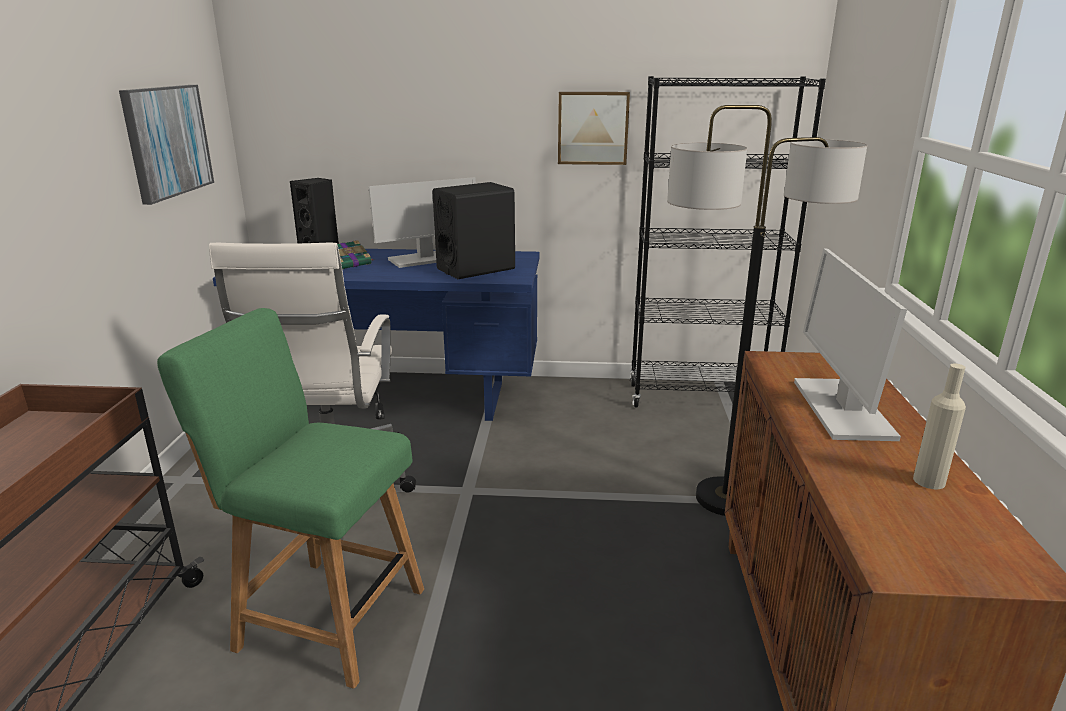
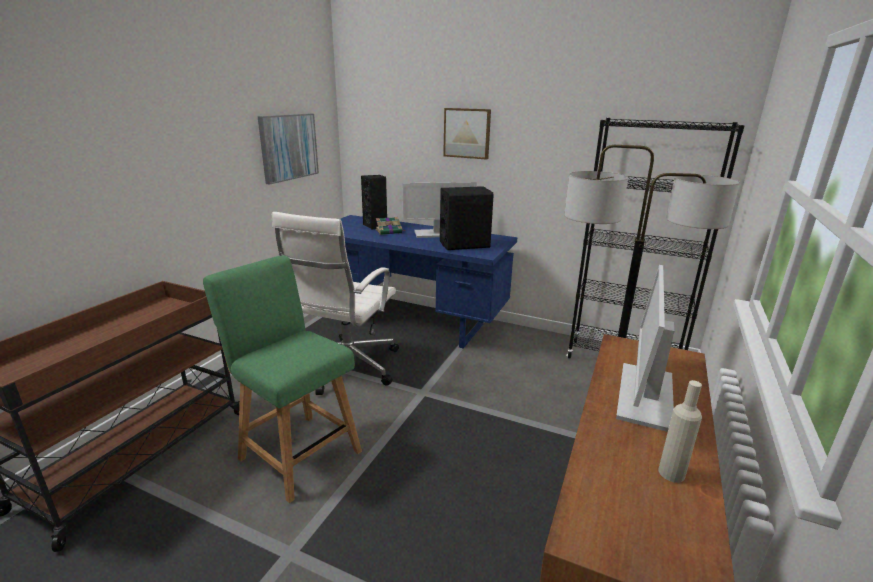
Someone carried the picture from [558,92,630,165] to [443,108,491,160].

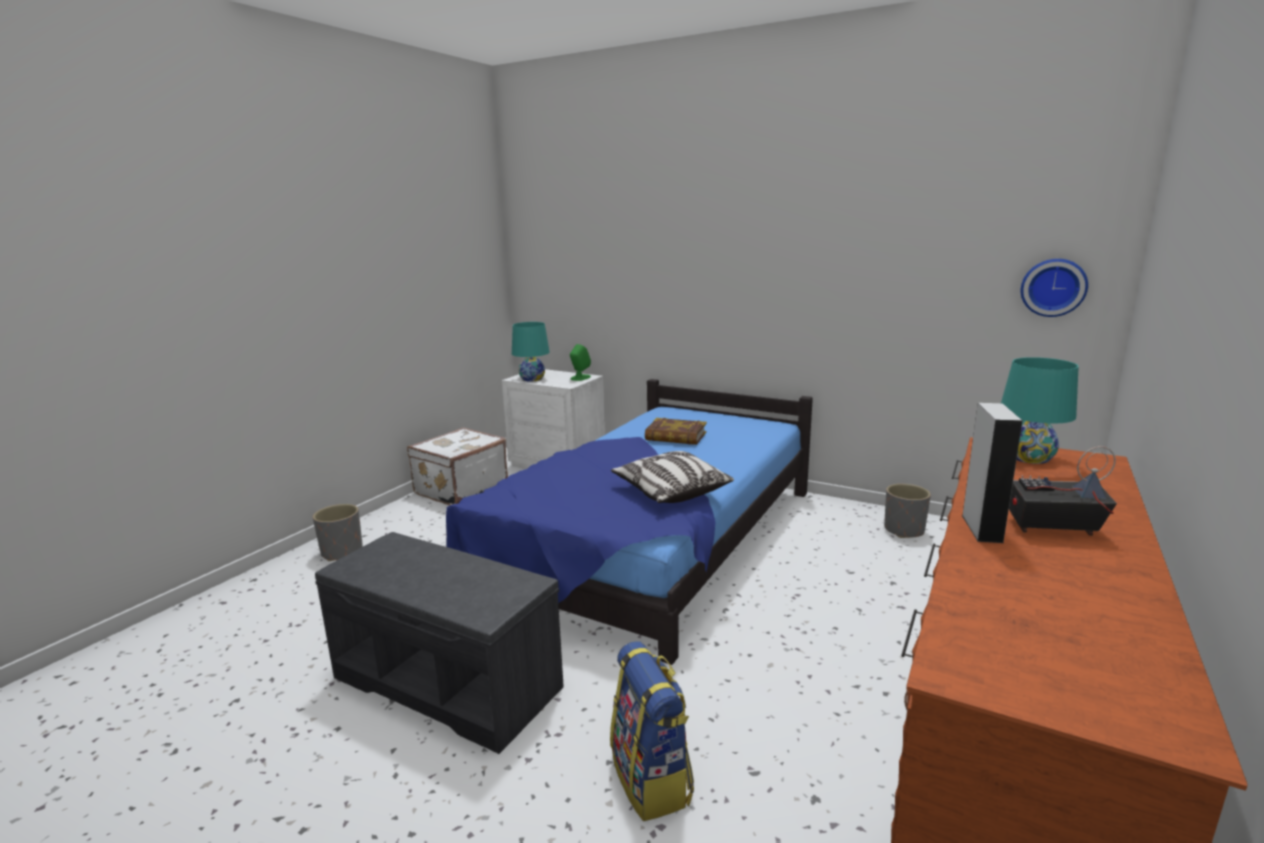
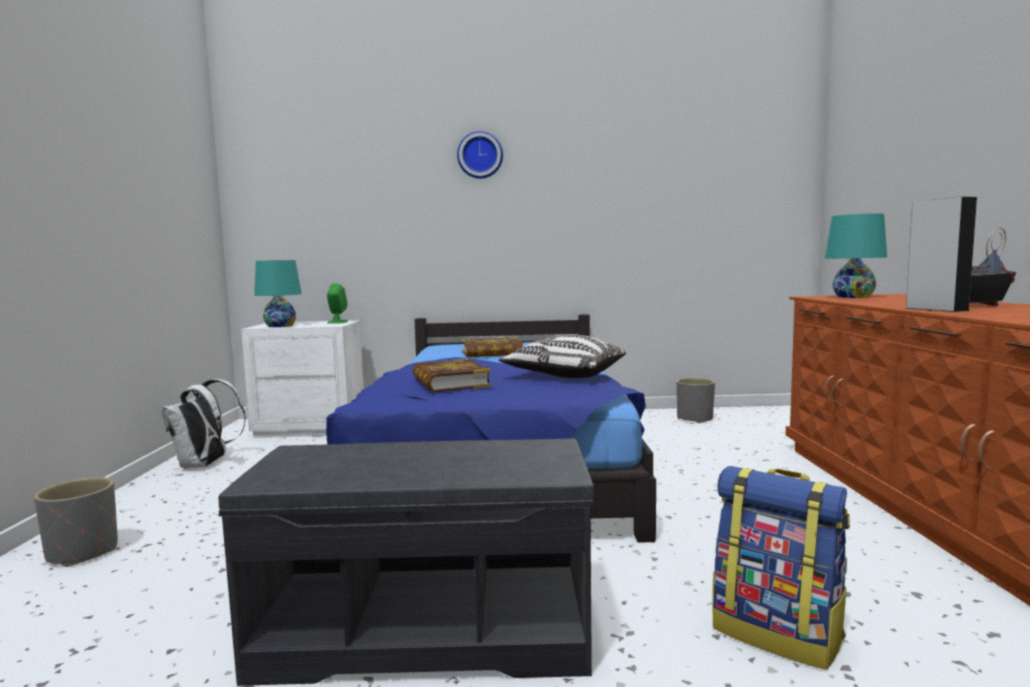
Someone carried the wall clock from [1020,259,1088,317] to [457,131,503,179]. Someone swapped the white suitcase at [407,427,508,505] for the white backpack at [161,379,246,468]. Someone put down the book at [412,359,491,392].

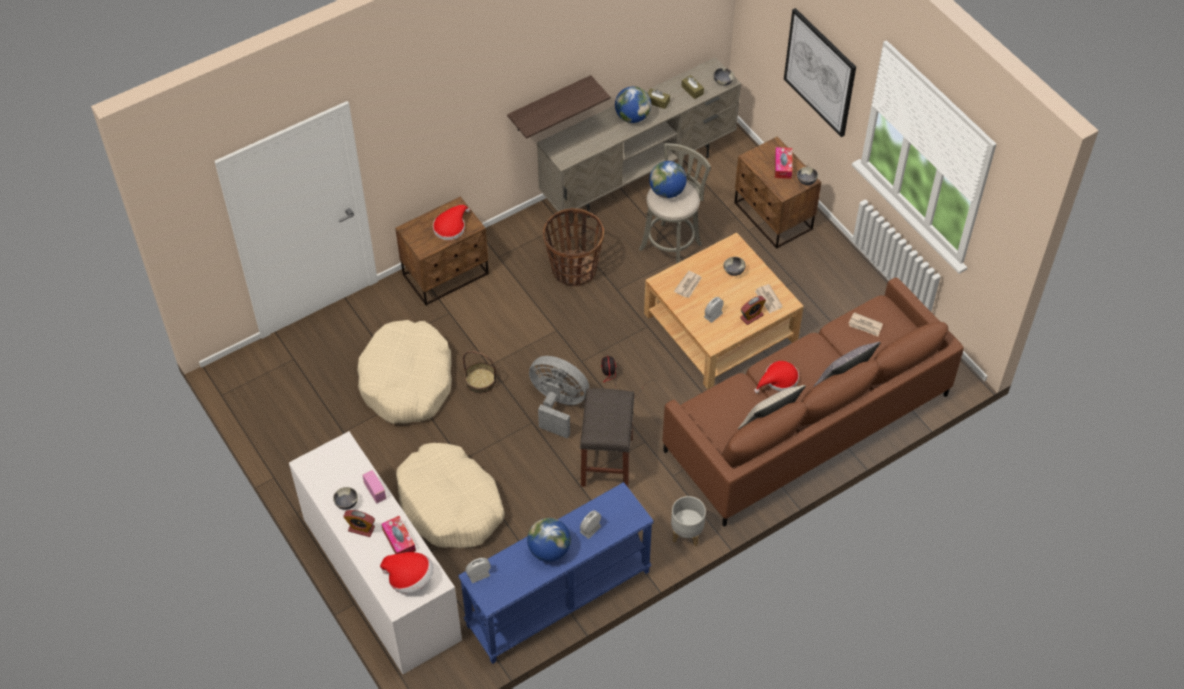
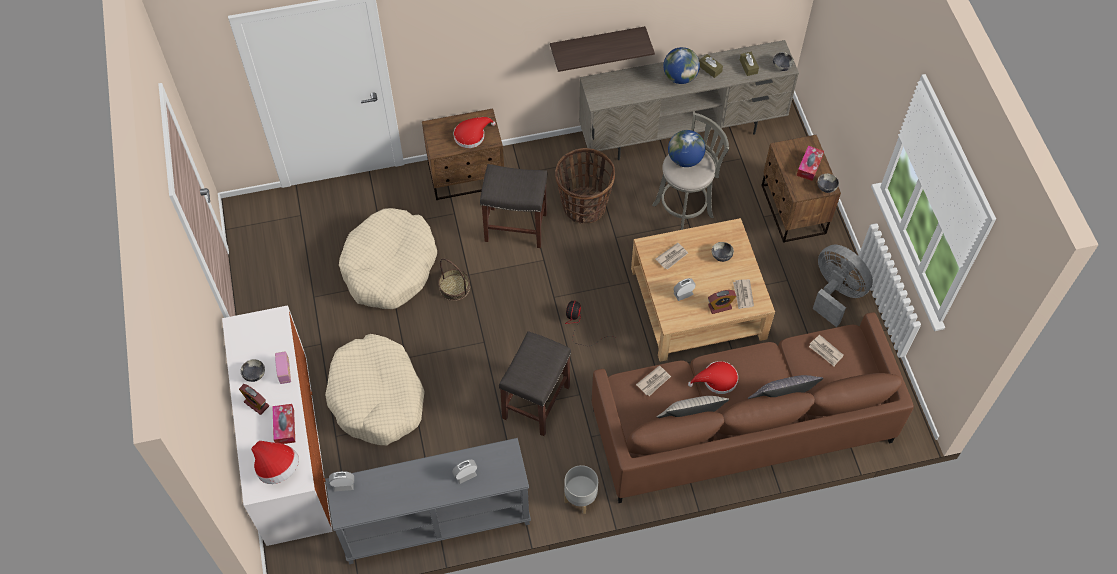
Someone took away the picture at [784,8,856,137]. Someone carried the grey fan from [529,356,589,439] to [813,245,873,327]. Someone repainted the blue console table at [458,482,654,664], which became the grey console table at [325,438,531,564]. Someone took away the globe at [527,518,571,562]. Someone put down the grey stool at [480,164,547,248]. Someone put down the newspaper at [636,365,671,396].

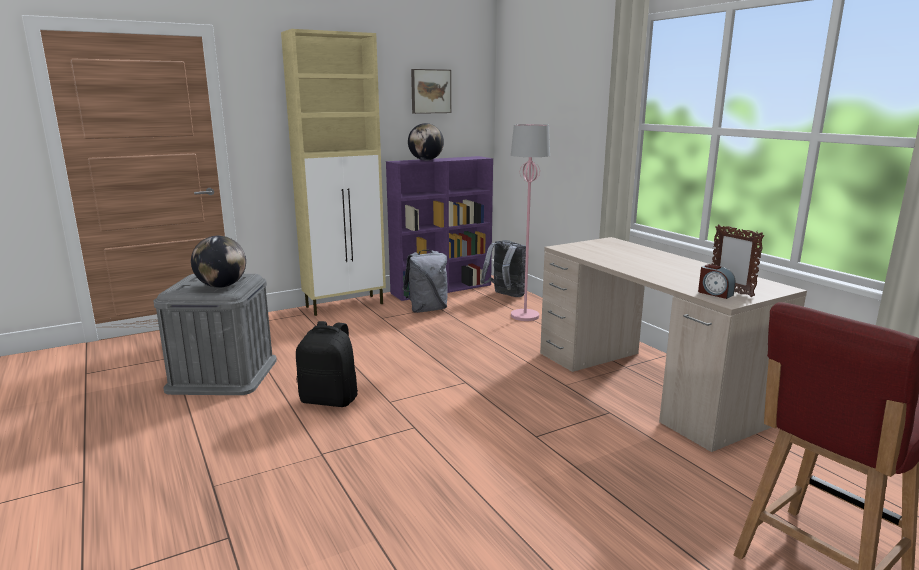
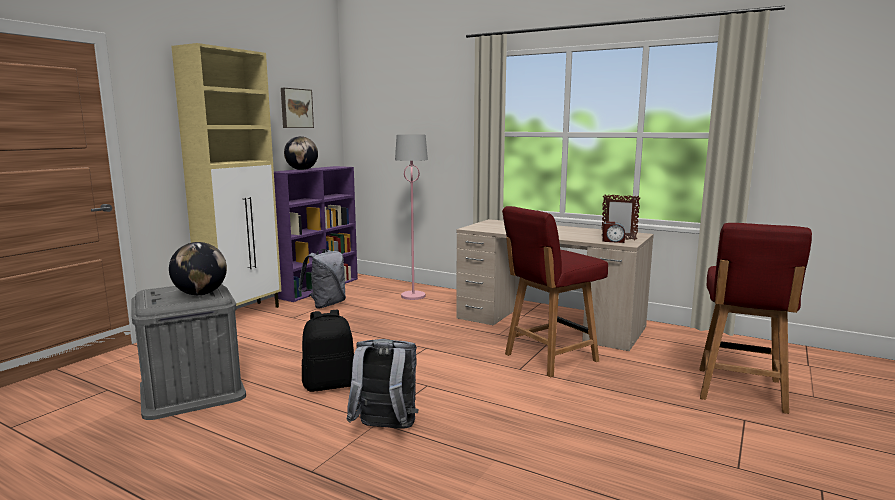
Someone carried the grey backpack from [481,240,526,297] to [346,339,418,429]. Someone put down the red chair at [502,206,608,377].

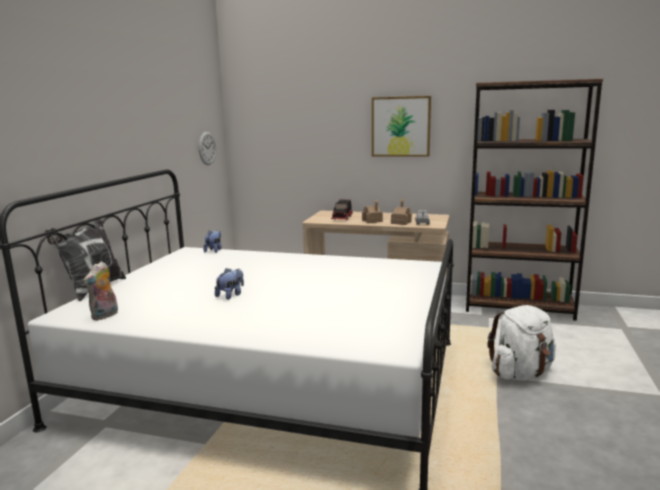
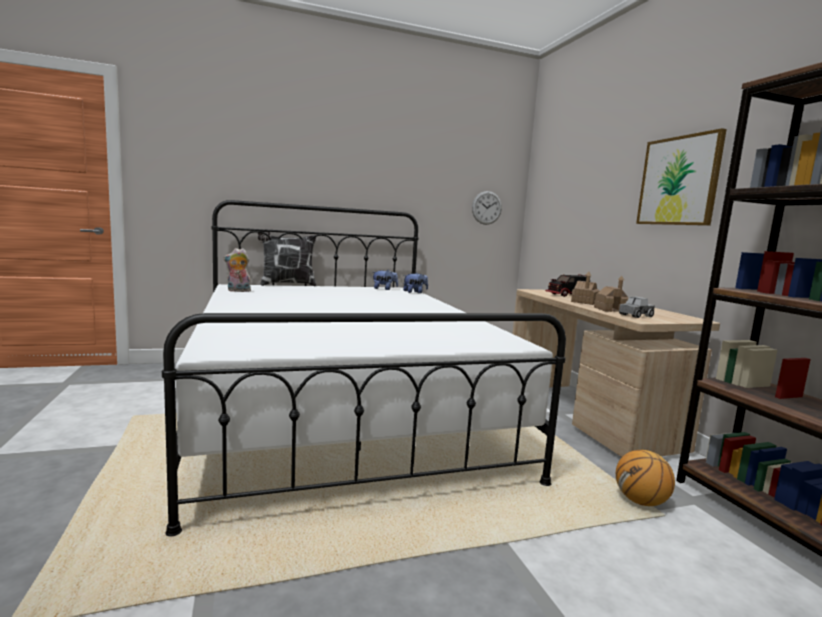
Someone carried the plush toy from [215,268,244,300] to [372,270,398,290]. Someone took away the white backpack at [487,305,556,381]. Someone put down the basketball at [616,450,675,506].

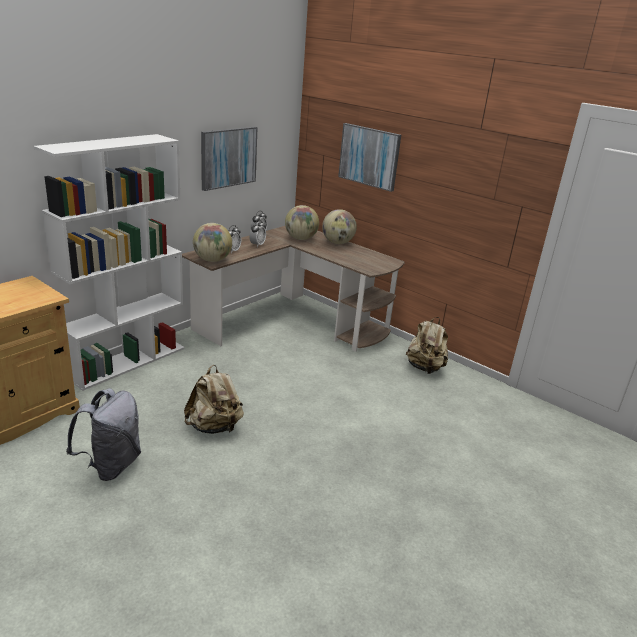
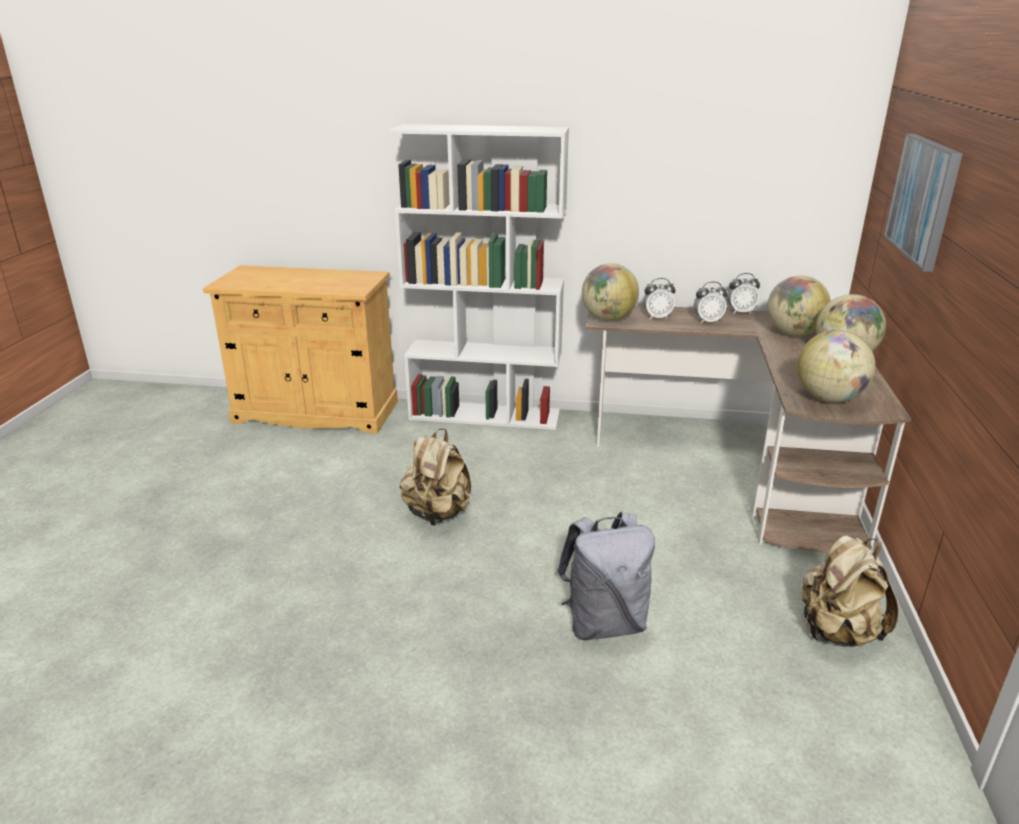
Someone took away the picture at [201,127,258,191]. Someone carried the grey backpack from [66,388,141,481] to [557,512,655,641]. Someone put down the globe at [797,330,876,402].

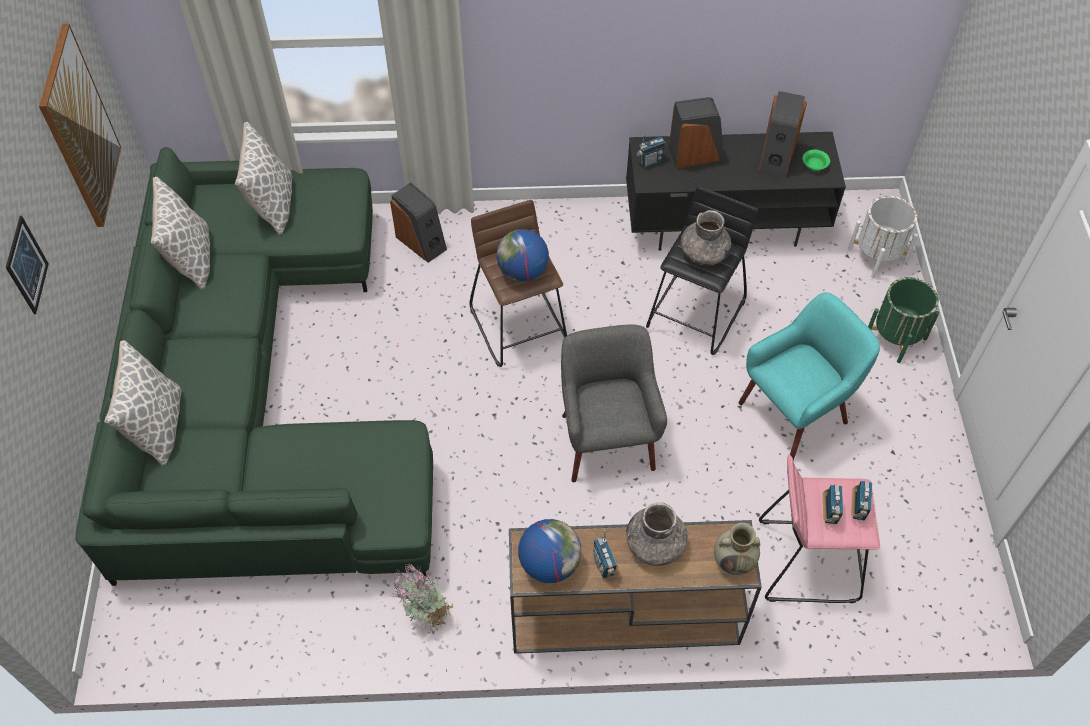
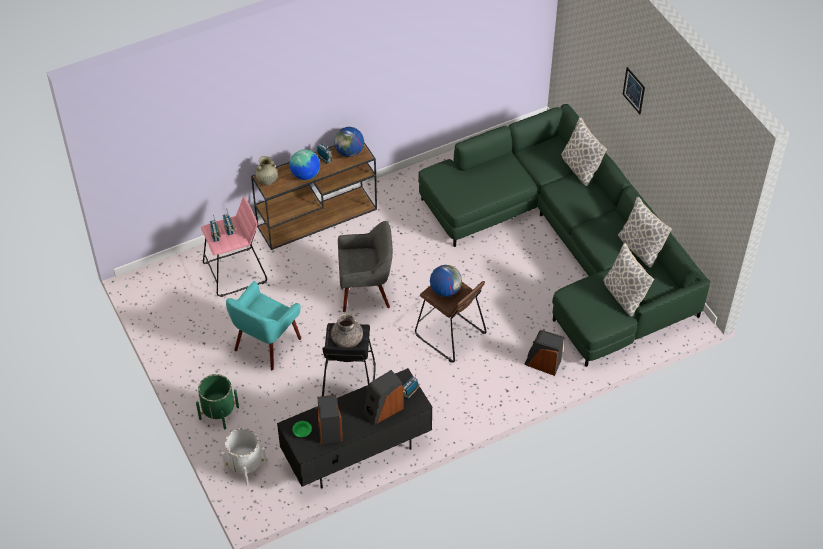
Someone took away the picture at [39,24,121,227]. Someone rotated the grey armchair at [561,325,667,482] by 60 degrees counterclockwise. Someone swapped the grey vase at [626,502,688,566] for the globe at [290,149,320,180]. Someone took away the potted plant at [391,564,453,633].

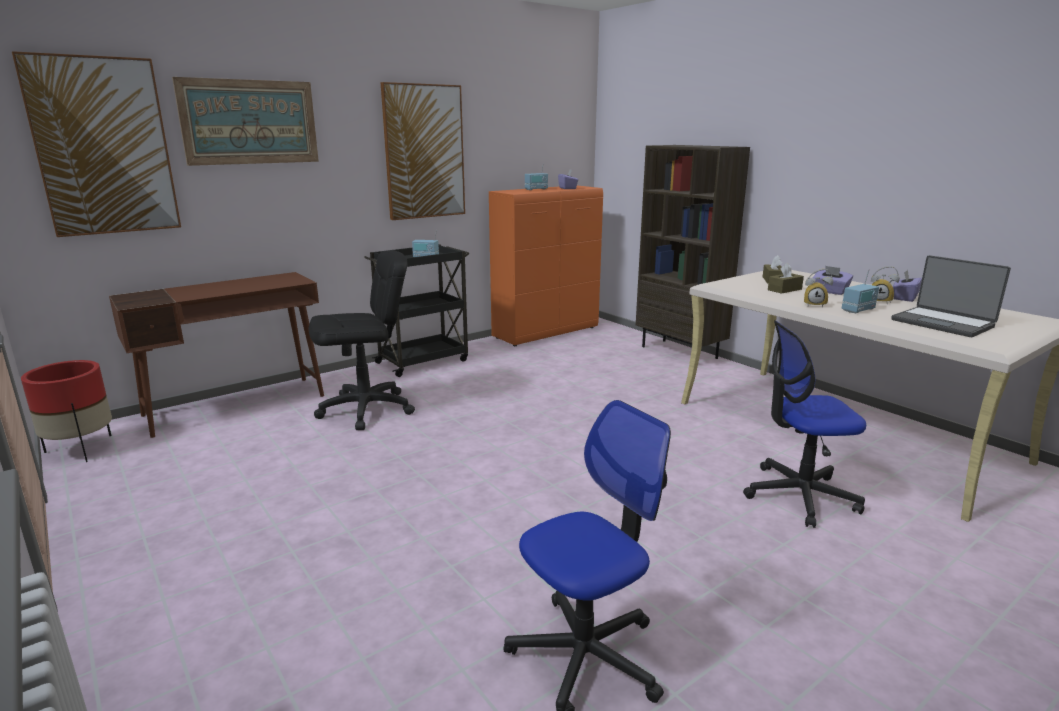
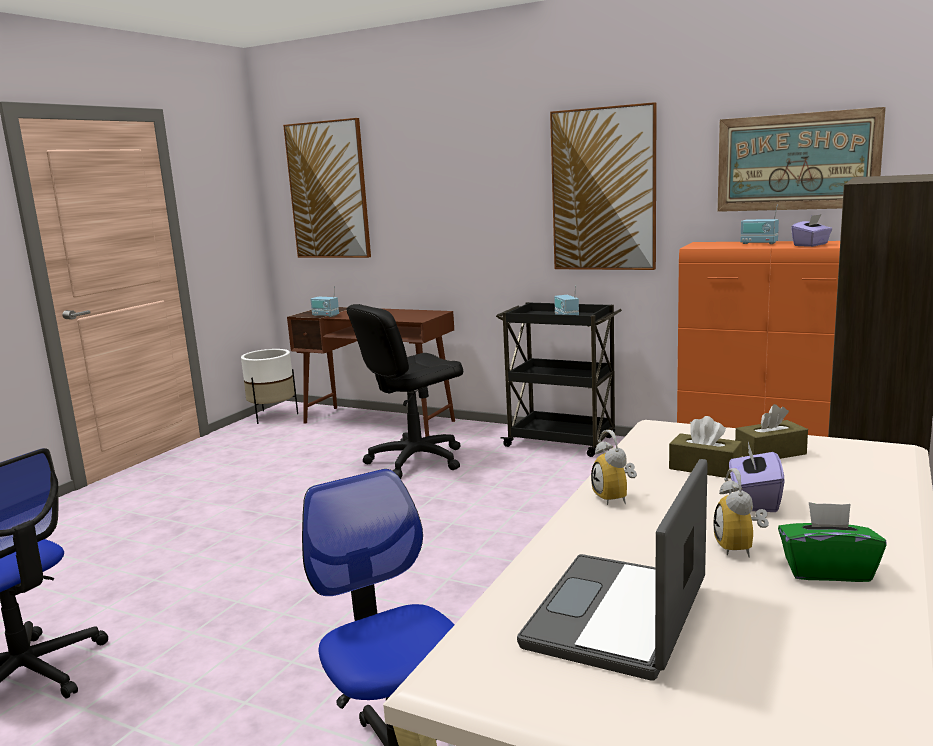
Someone carried the picture from [172,77,319,166] to [718,107,886,212]. Someone rotated the black office chair at [309,250,415,430] by 105 degrees clockwise. Someone carried the radio from [842,269,879,313] to [310,286,339,317]. Someone repainted the purple tissue box at [893,270,922,302], which became the green tissue box at [778,502,887,582]. Someone repainted the red planter at [21,360,112,462], which became the white planter at [241,349,298,424].

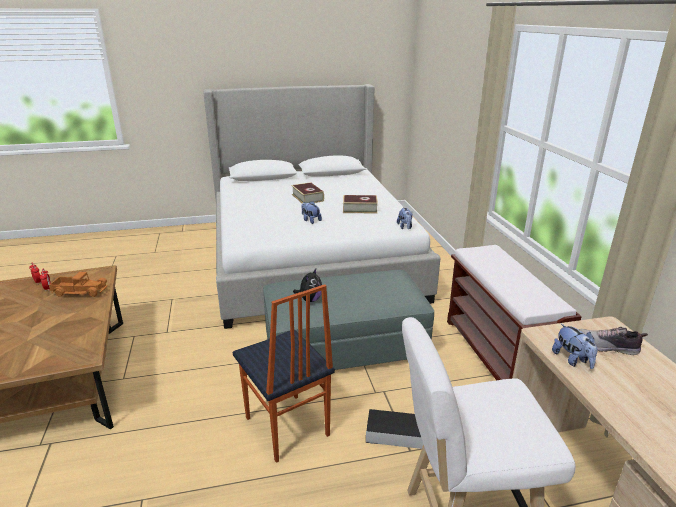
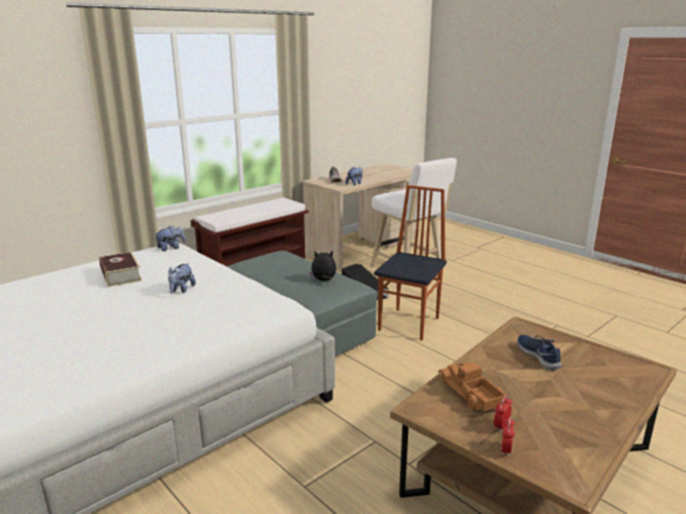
Someone took away the book at [291,182,324,203]. Someone put down the blue shoe at [517,335,562,370].

